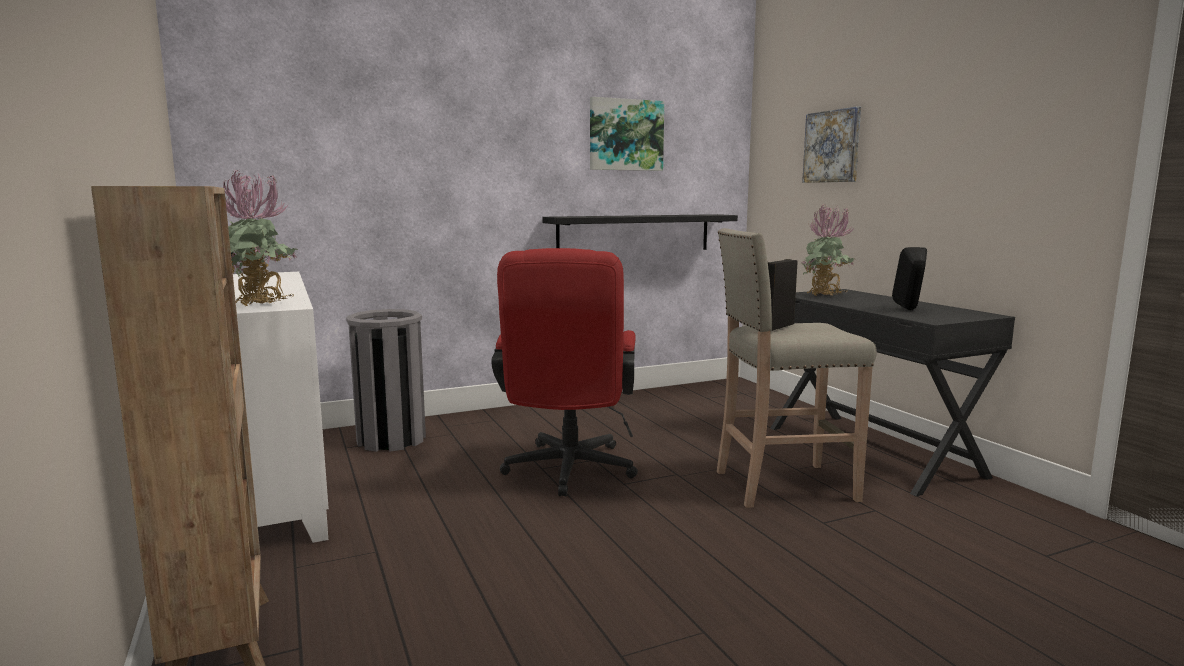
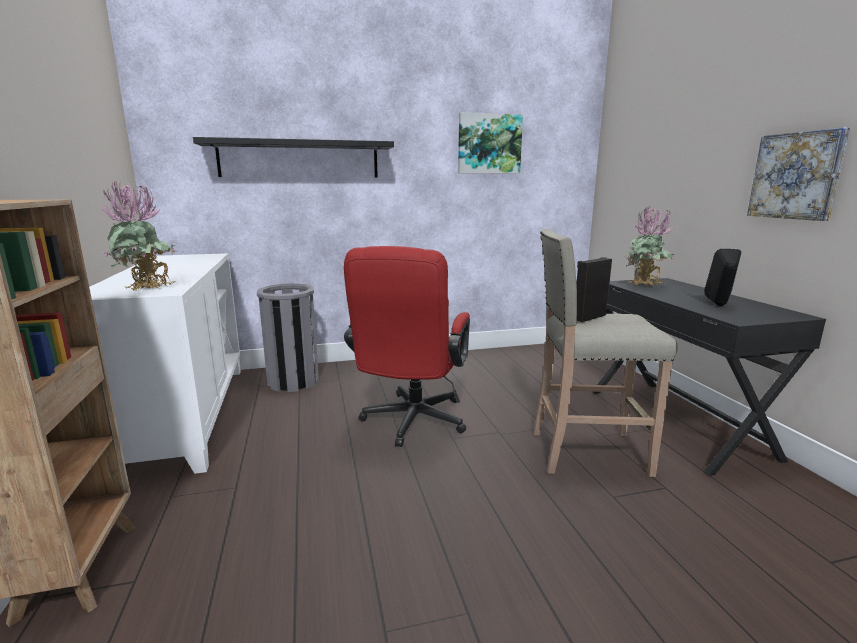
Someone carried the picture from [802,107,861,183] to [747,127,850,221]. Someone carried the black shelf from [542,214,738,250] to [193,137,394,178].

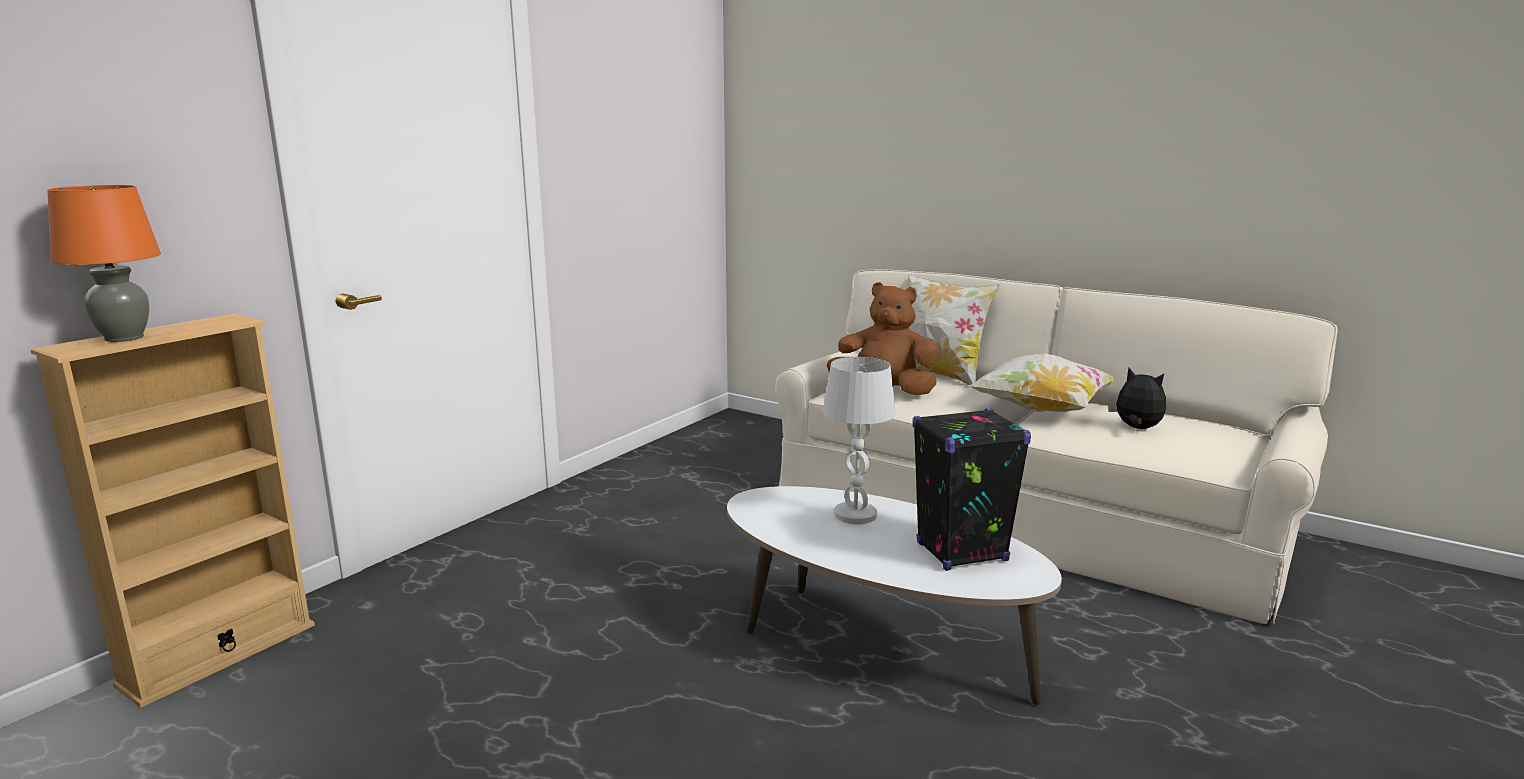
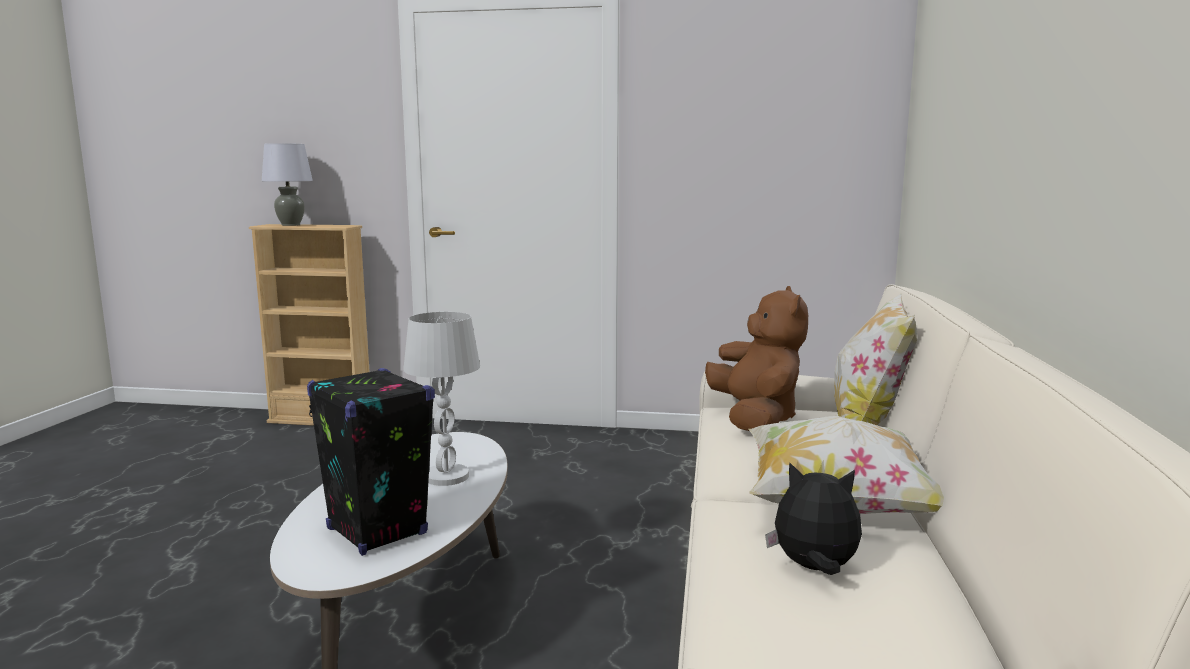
Someone repainted the orange table lamp at [47,185,161,342], which became the grey table lamp at [261,143,313,226]. Someone rotated the plush toy at [1108,368,1166,429] by 90 degrees counterclockwise.

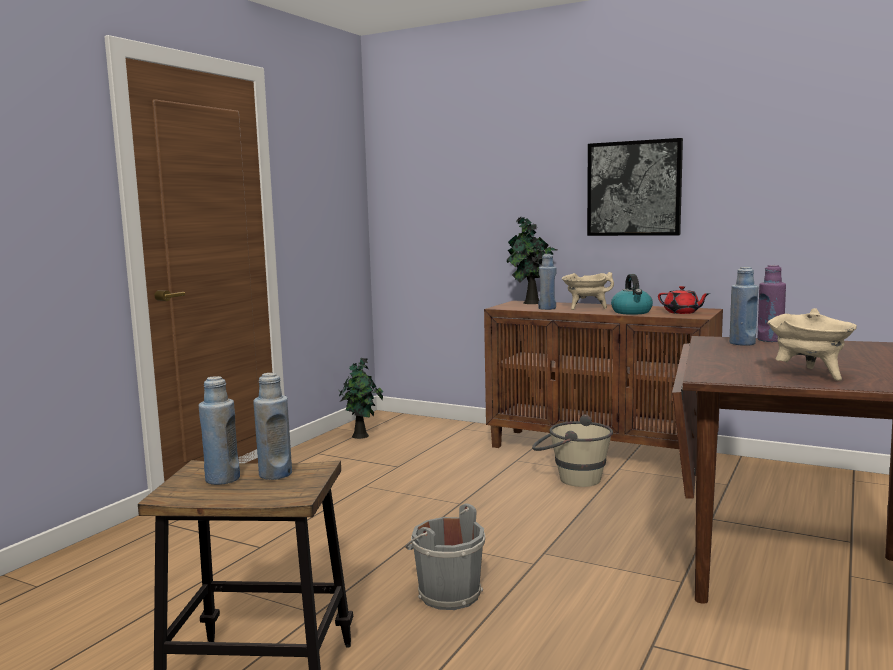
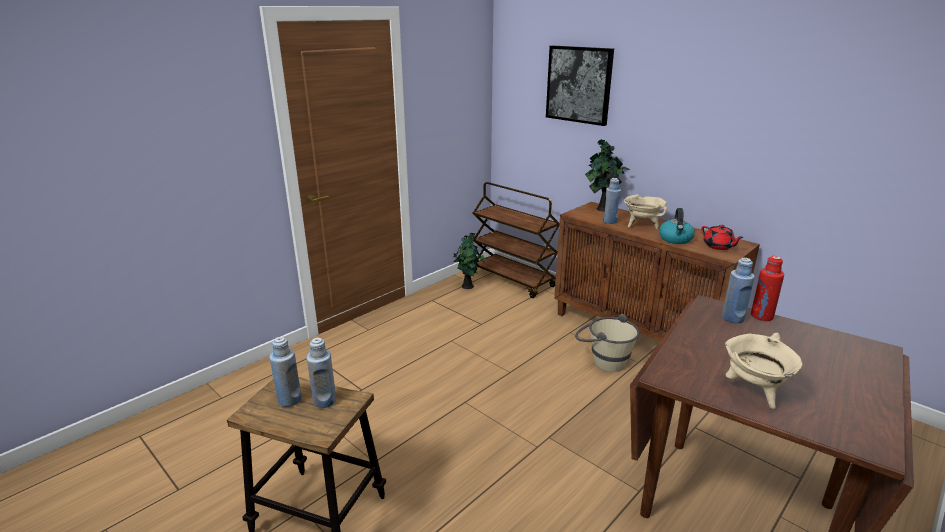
Someone carried the picture from [587,138,683,236] to [546,46,614,126]. Someone repainted the purple bottle at [757,265,786,342], which became the red bottle at [751,256,784,321]. Someone took away the grey bucket at [405,504,485,610]. Someone put down the brown cart at [473,182,560,298].

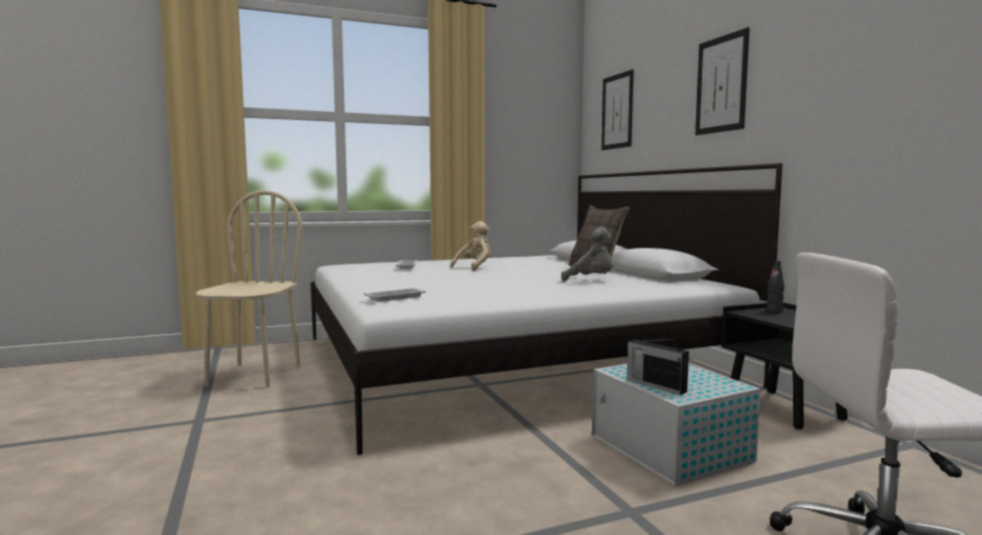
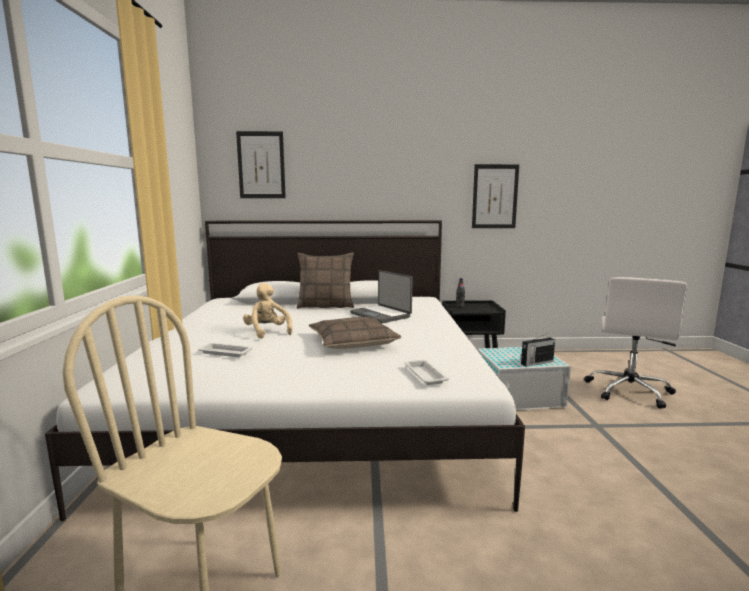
Someone carried the picture from [695,27,750,135] to [472,164,519,228]. Someone swapped the grey plush toy at [561,227,612,281] for the laptop at [350,270,413,323]. Someone put down the pillow at [309,317,401,349].

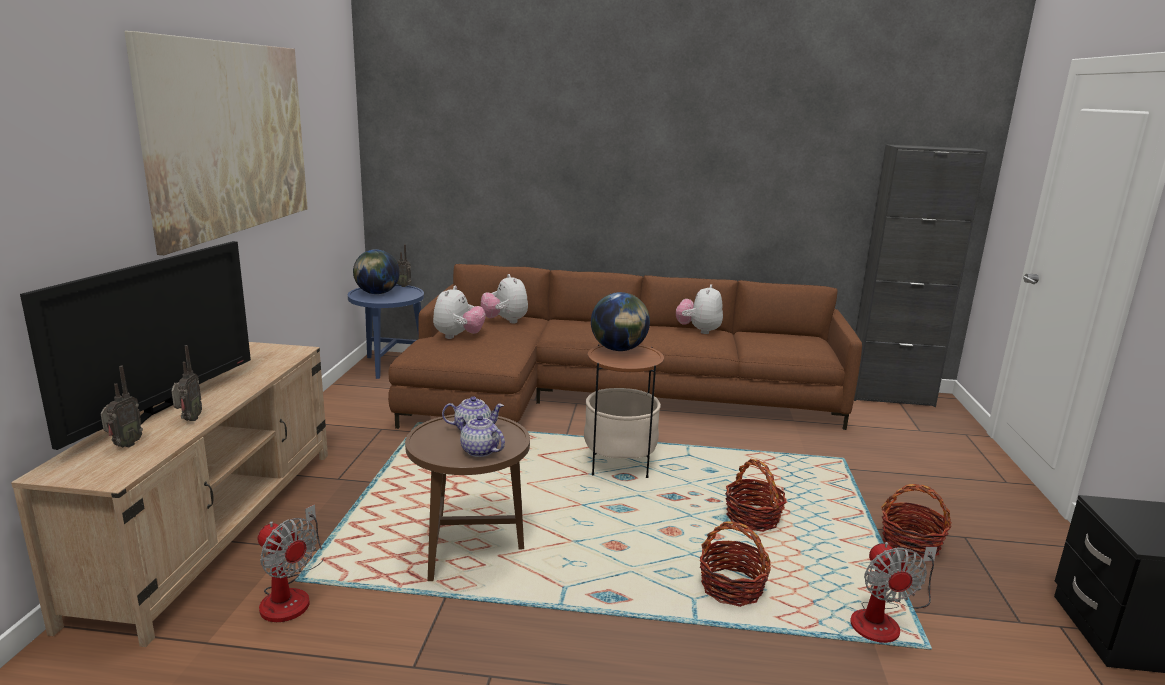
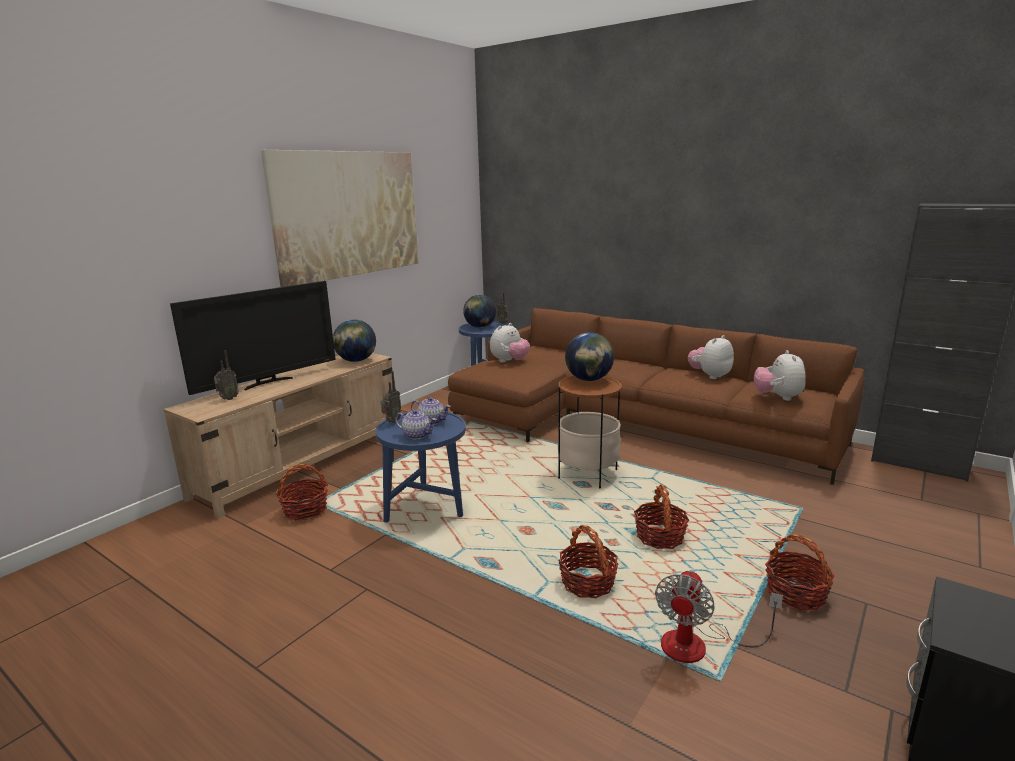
Someone carried the plush toy from [481,274,528,324] to [753,350,805,401]. Someone carried the radio from [171,345,202,421] to [381,371,402,423]. Someone repainted the brown side table at [405,414,530,581], which became the blue side table at [376,412,466,523]. Someone rotated the teapot at [457,415,505,457] by 135 degrees clockwise. Someone swapped the fan at [258,504,324,622] for the basket at [276,464,328,521]. Someone put down the globe at [333,319,376,362].

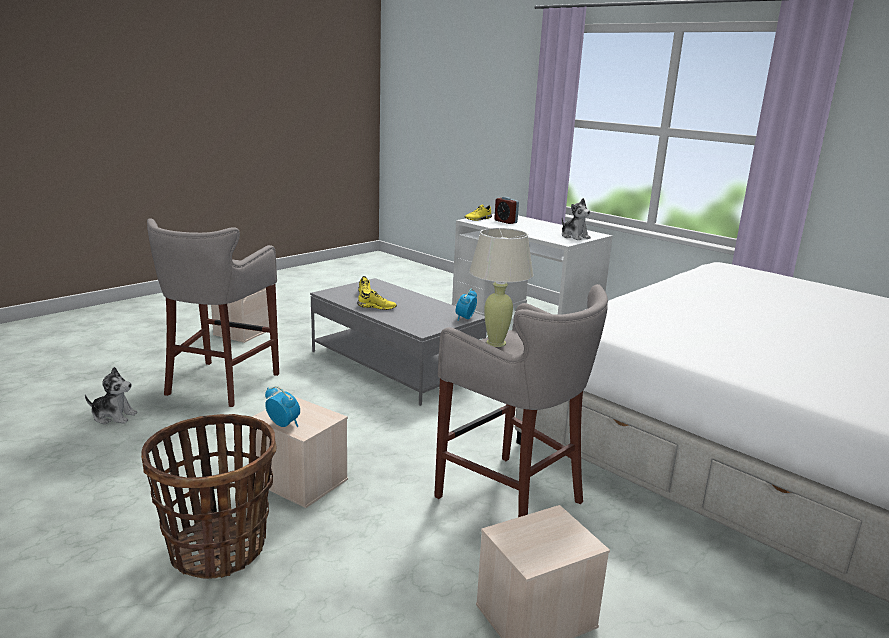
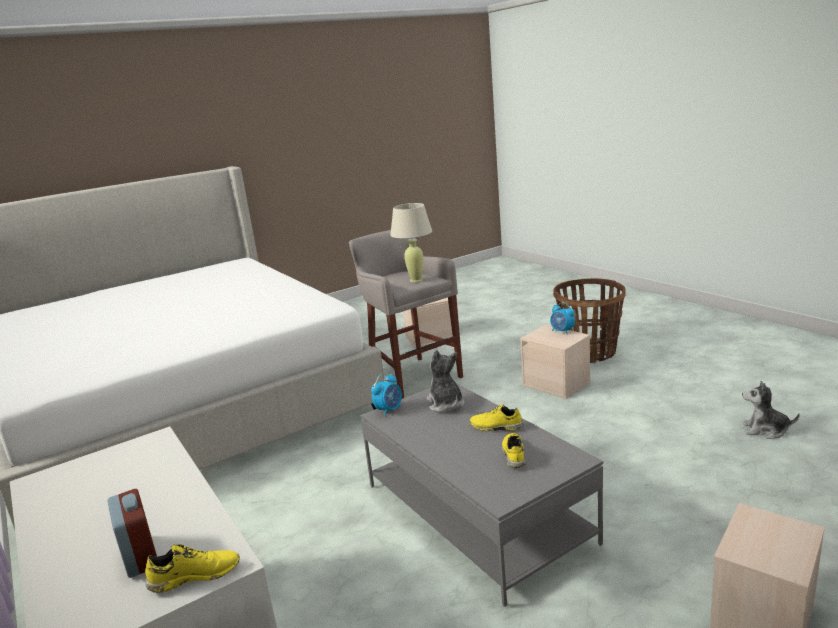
Someone carried the plush toy from [562,198,591,240] to [427,350,465,413]. Someone took away the grey stool at [147,218,279,407].

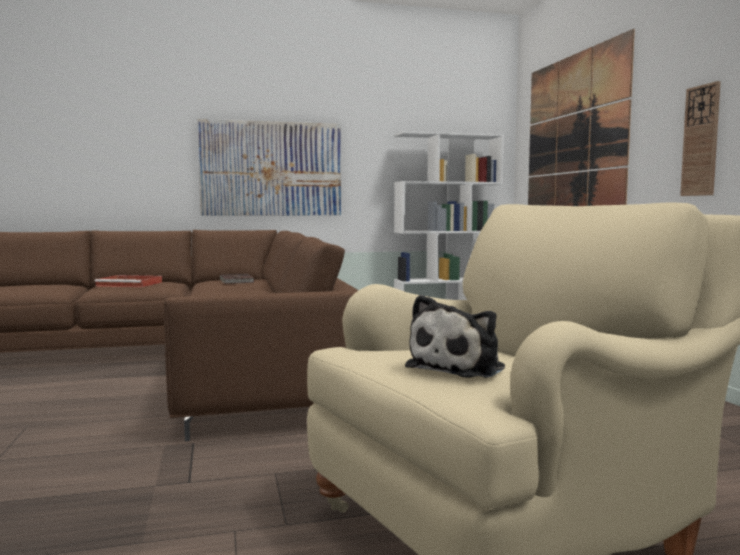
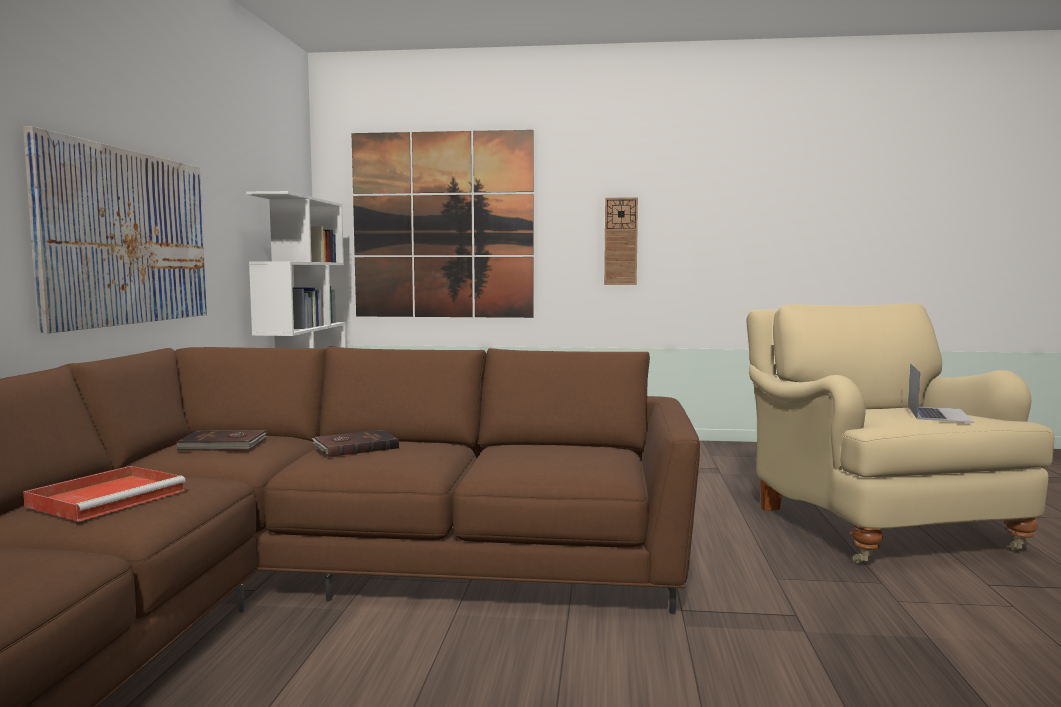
Someone swapped the plush toy at [405,295,505,378] for the laptop at [908,363,975,423]. Someone put down the brown book at [312,430,399,457].

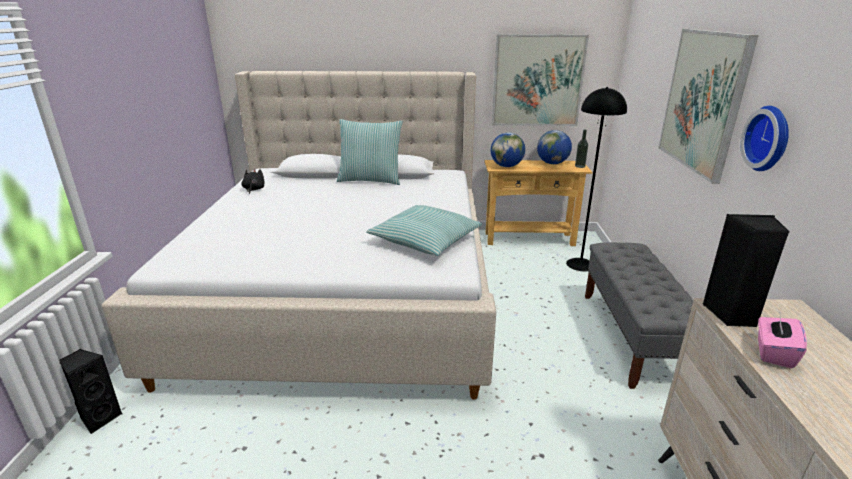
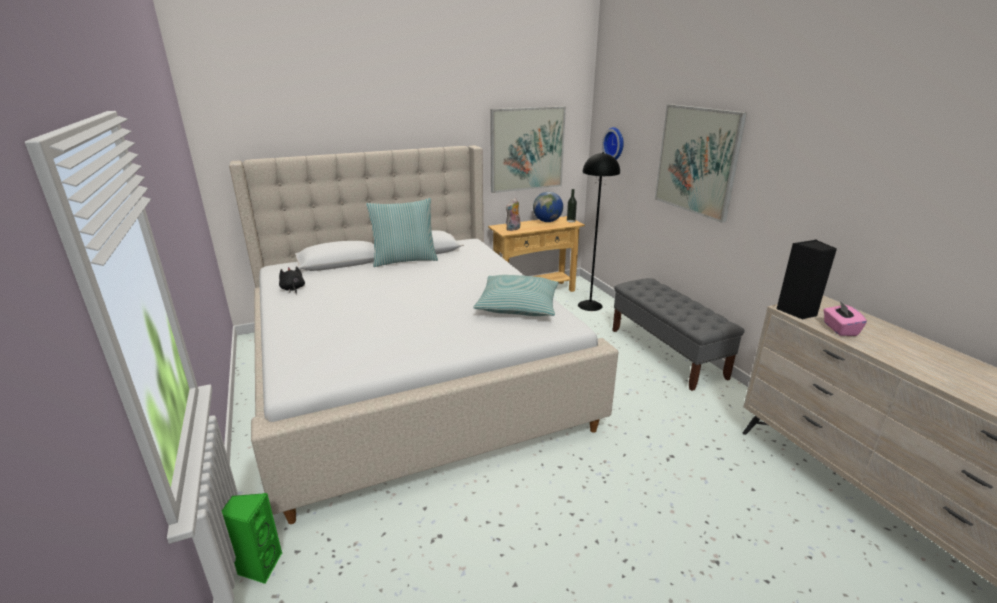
Someone carried the wall clock from [740,106,789,171] to [602,127,624,160]. Someone swapped the globe at [491,132,525,167] for the plush toy at [506,198,520,231]. Someone repainted the black speaker at [59,349,122,434], which became the green speaker at [221,493,282,584].

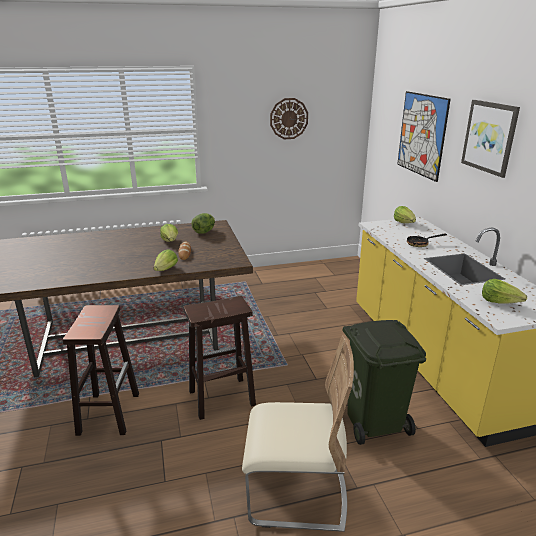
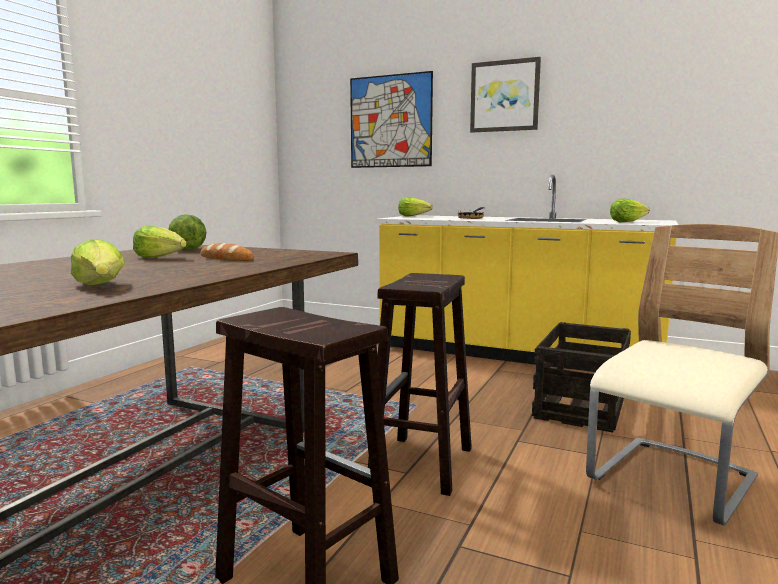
Someone took away the wall clock at [270,98,308,139]. Someone carried the lettuce from [154,249,178,271] to [71,239,125,285]. Someone swapped the green trash can at [343,320,426,445] for the crate at [532,322,631,432].

